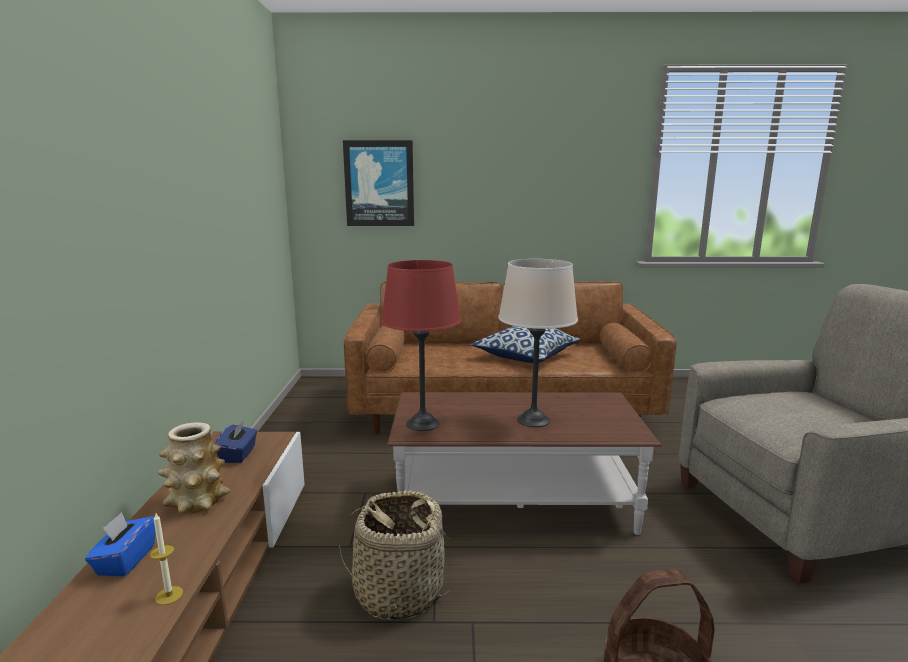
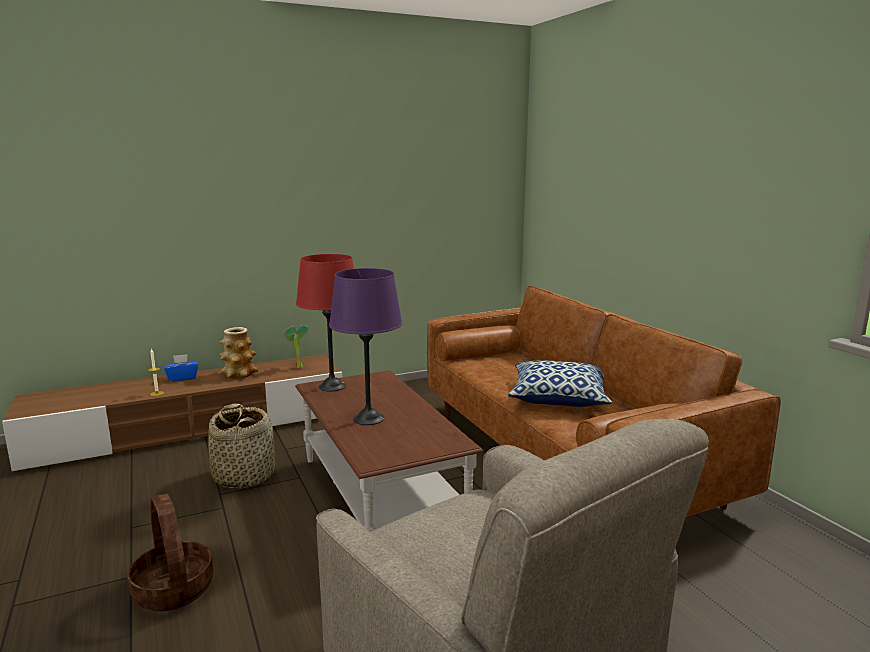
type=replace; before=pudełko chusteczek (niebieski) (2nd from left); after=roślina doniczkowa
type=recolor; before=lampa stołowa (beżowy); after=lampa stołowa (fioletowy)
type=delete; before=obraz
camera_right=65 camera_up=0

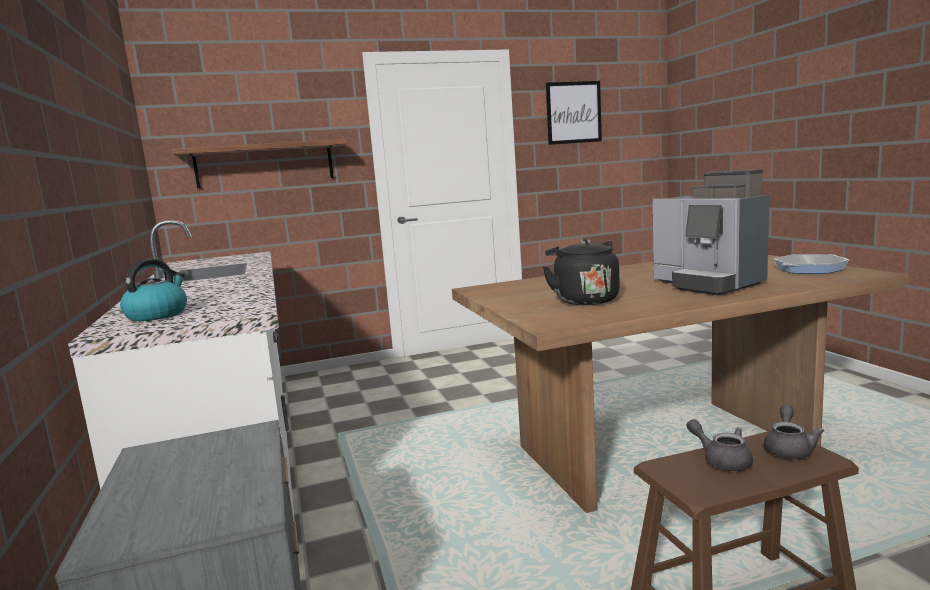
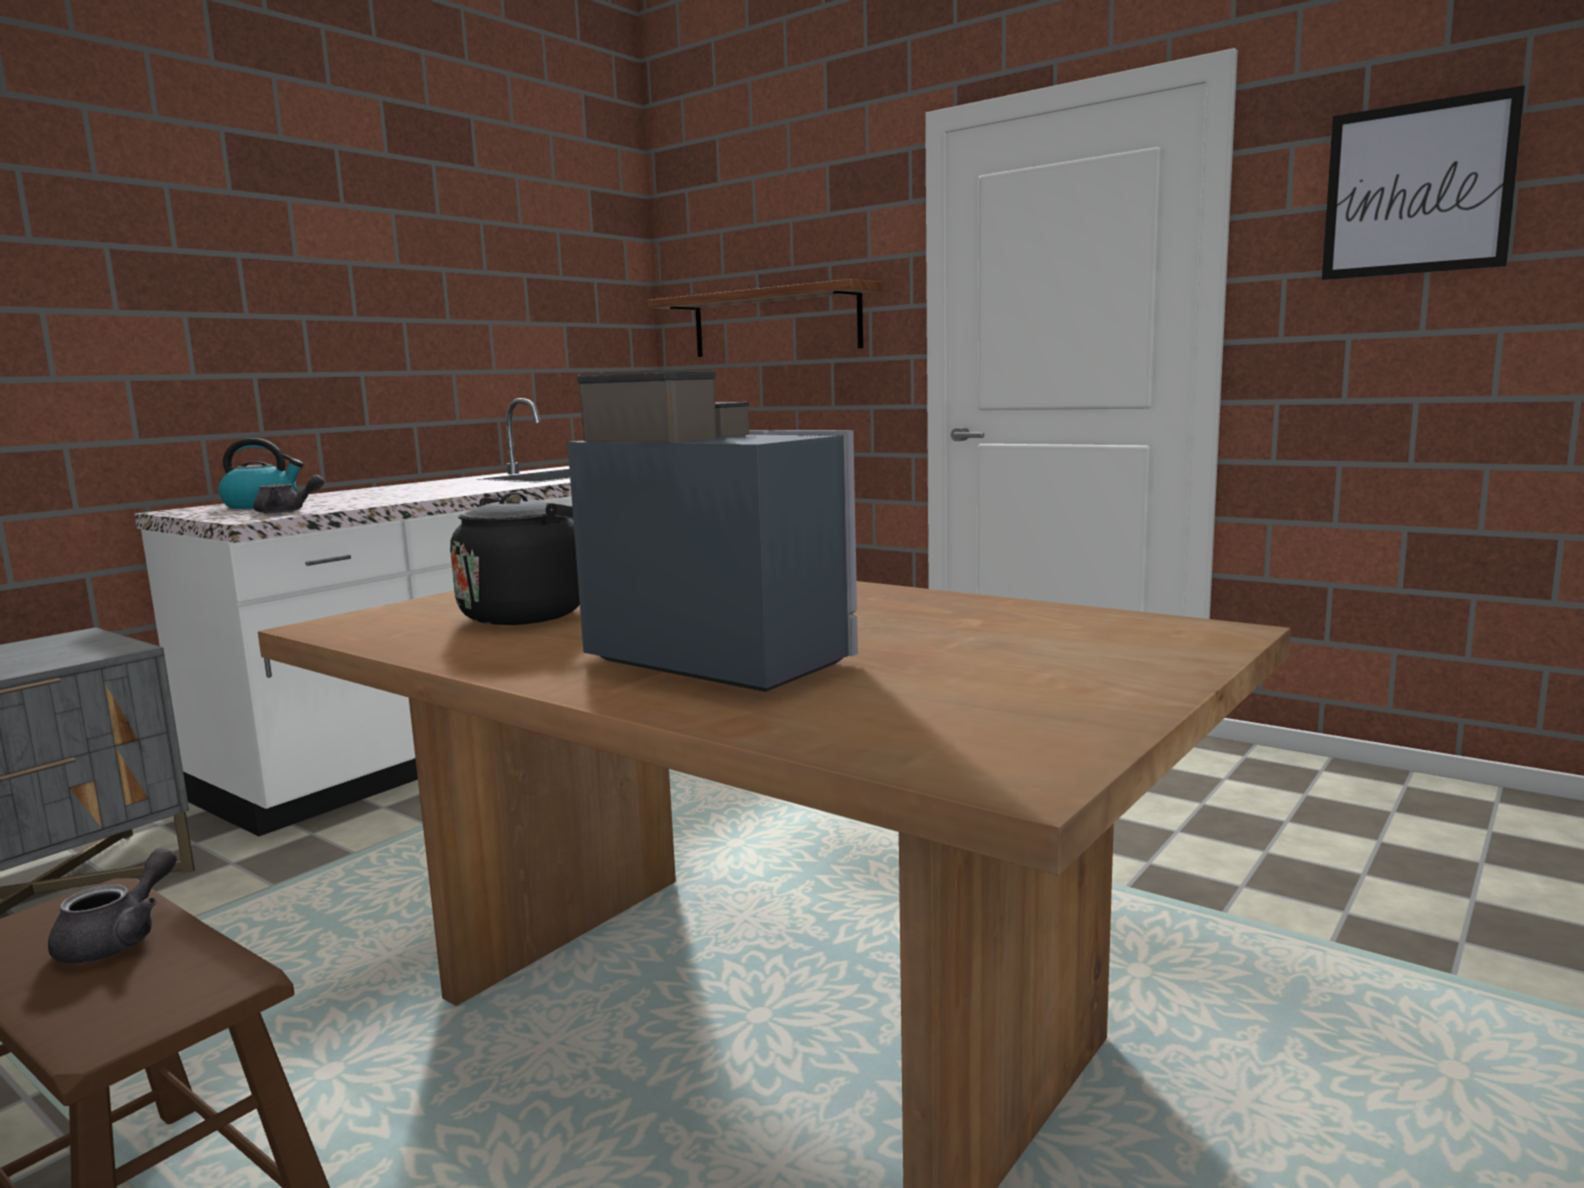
type=move; before=imbryk (szary) (2nd from left)
type=rotate; before=ekspres do kawy; turn=105
type=delete; before=patelnia
camera_right=55 camera_up=0

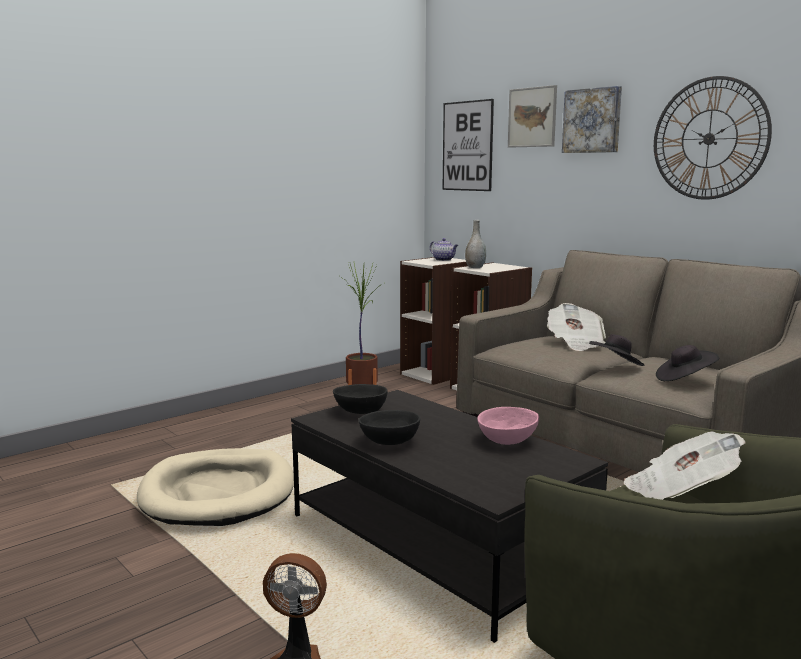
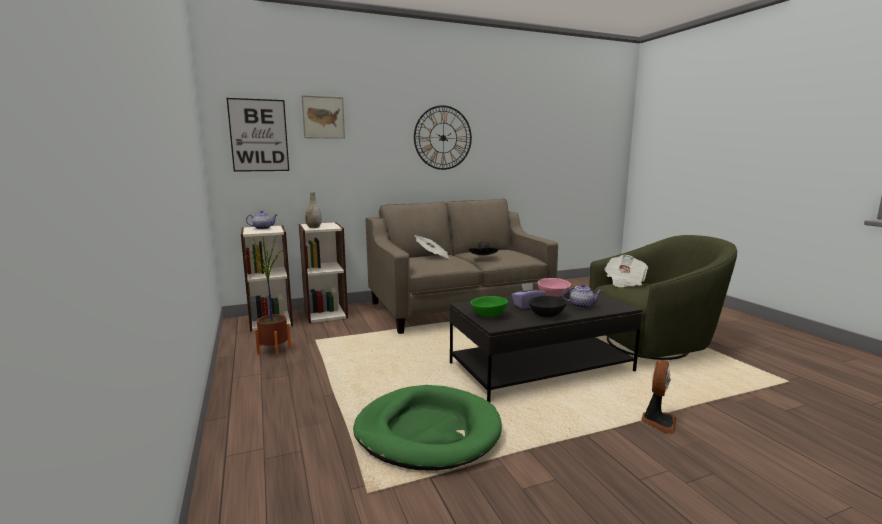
type=recolor; before=legowisko (beżowy); after=legowisko (zielony)
type=recolor; before=miska (czarny) (1st from left); after=miska (zielony)
type=insert; after=pudełko chusteczek (fioletowy)
type=insert; after=imbryk (2nd from left)
type=delete; before=obraz (3rd from left)
type=delete; before=kapelusz (czarny) (2nd from left)
camera_right=-70 camera_up=0

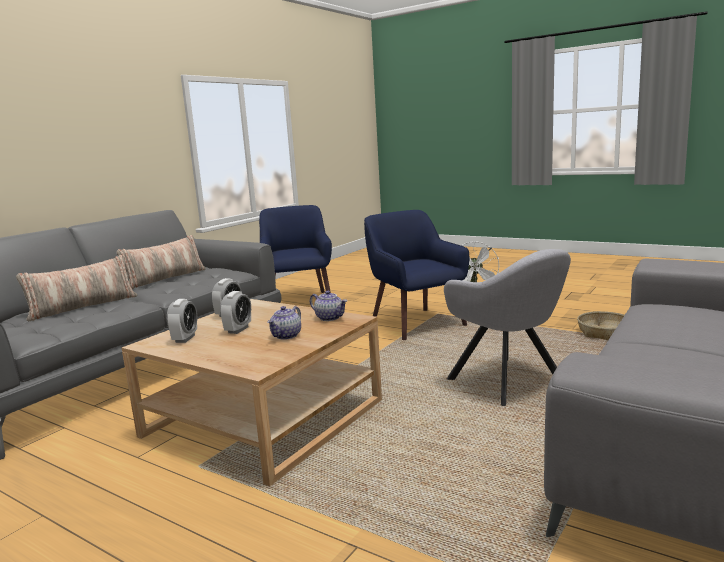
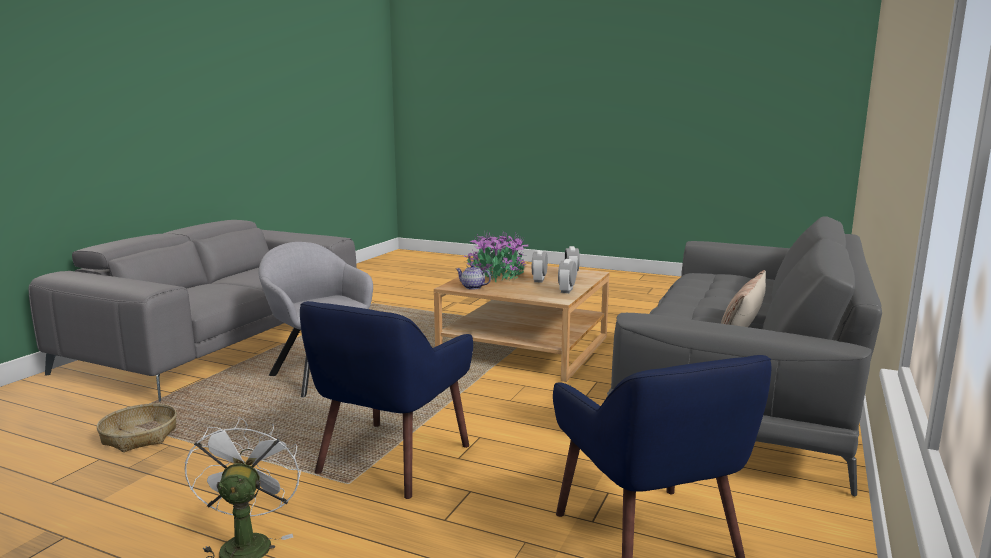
type=rotate; before=fotel (niebieski) (2nd from left in the first image); turn=60
type=replace; before=imbryk (1st from left); after=roślina doniczkowa
type=delete; before=poduszka (1st from left)
camera_right=170 camera_up=0

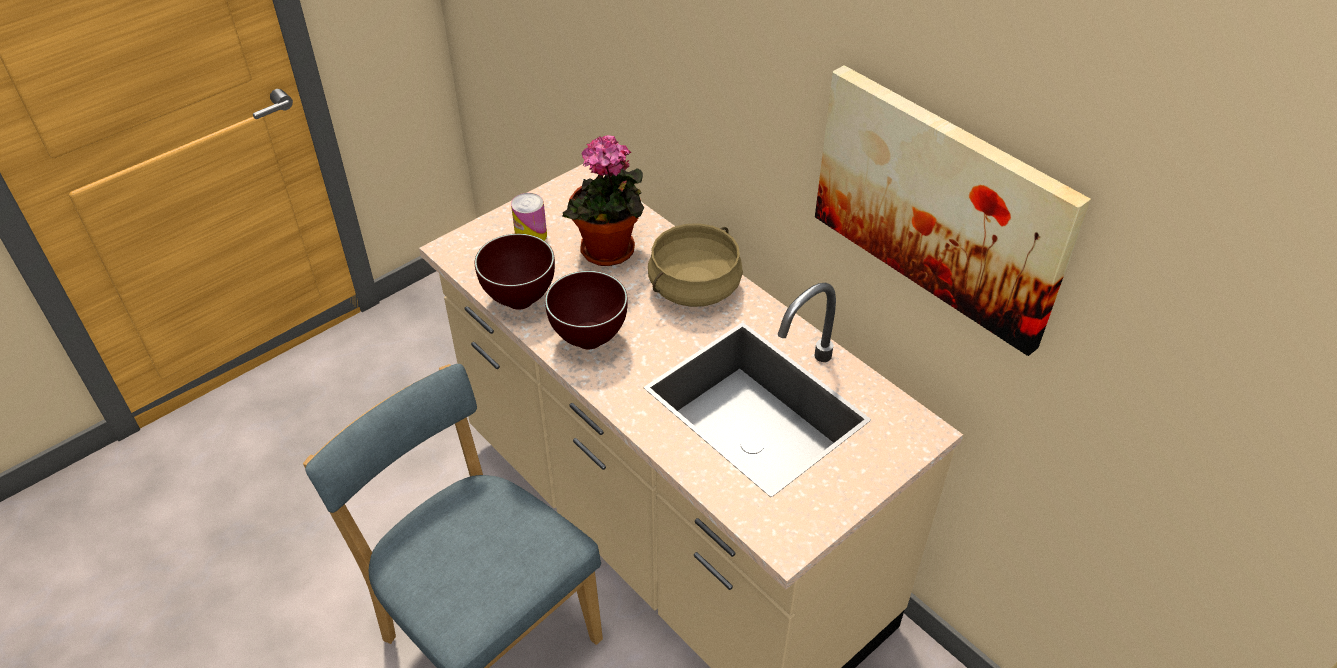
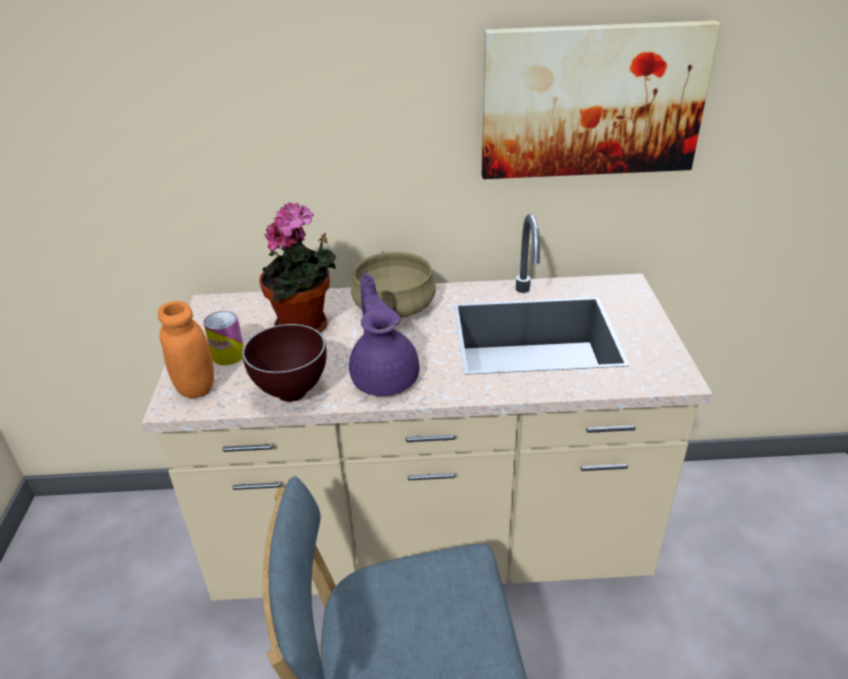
type=insert; after=słoik (pomarańczowy)
type=replace; before=miska (brązowy) (2nd from left); after=imbryk (fioletowy)
camera_right=-50 camera_up=-10

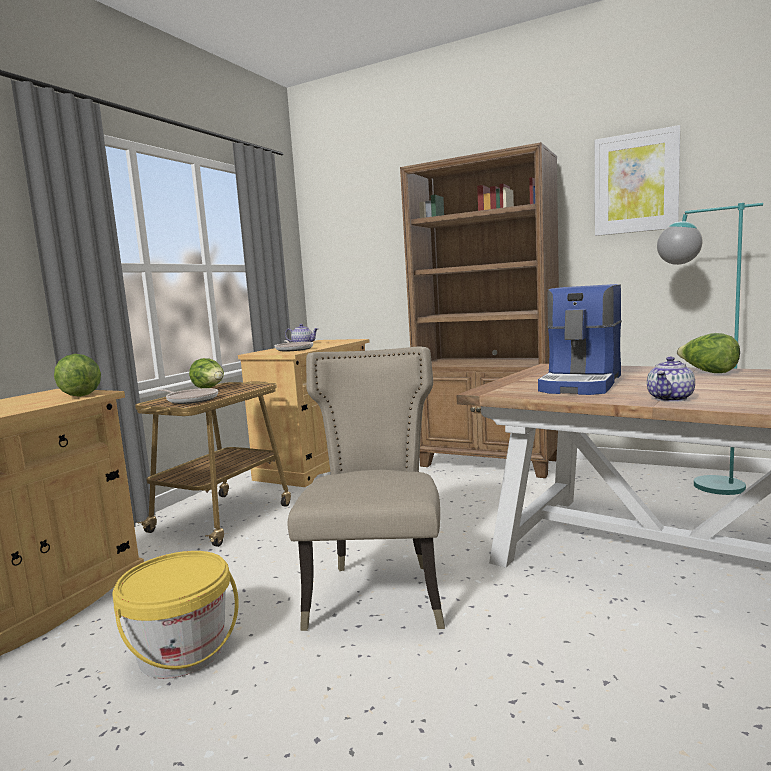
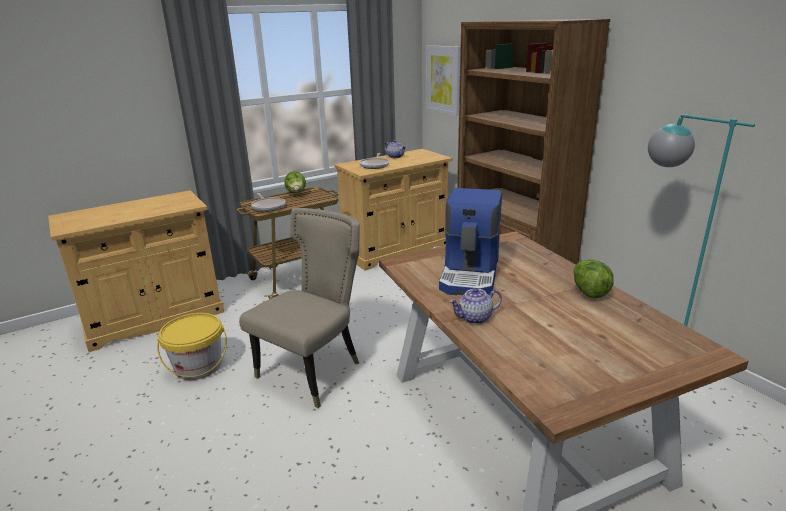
type=move; before=obraz
type=rotate; before=ekspres do kawy; turn=-45
type=delete; before=sałata (1st from left)
camera_right=30 camera_up=15

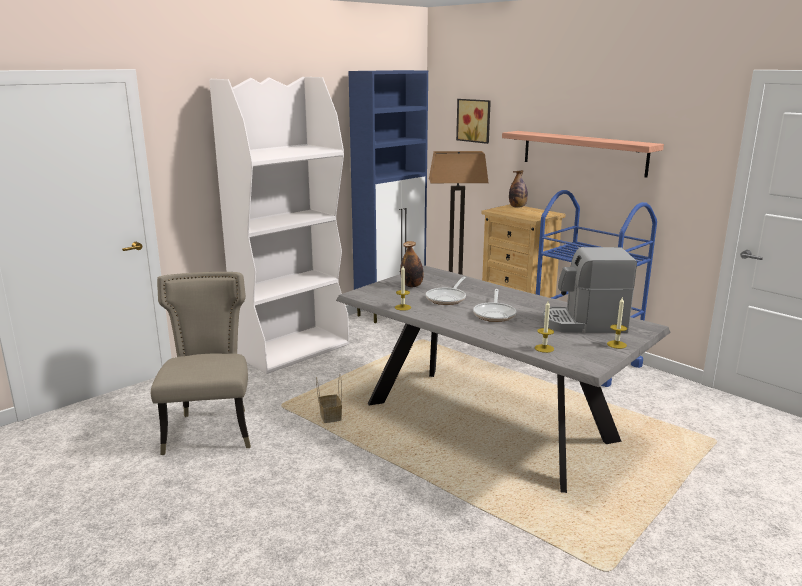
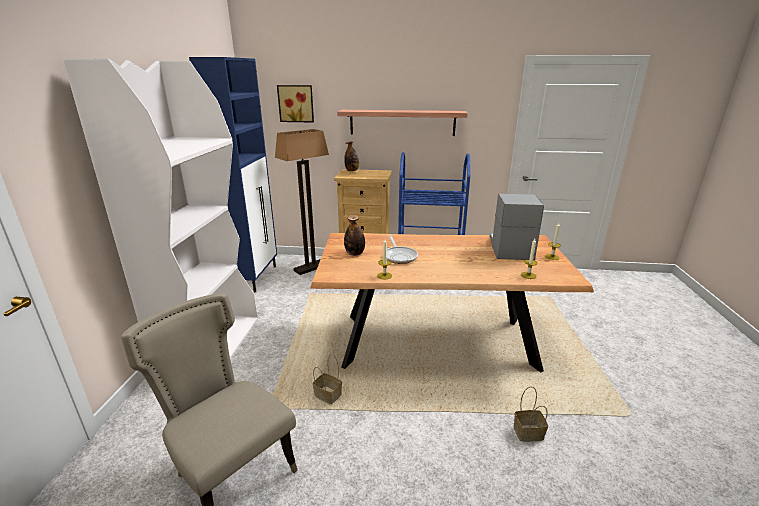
type=recolor; before=stół jadalny (szary); after=stół jadalny (brązowy)
type=rotate; before=ekspres do kawy; turn=135
type=insert; after=koszyk (2nd from left)
type=delete; before=patelnia (2nd from left)
camera_right=-40 camera_up=5

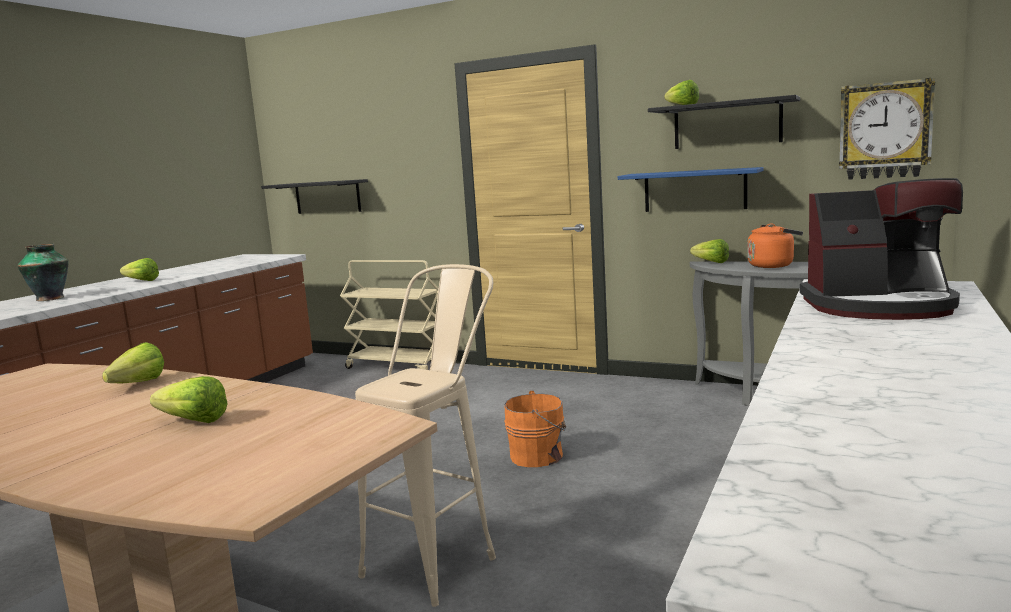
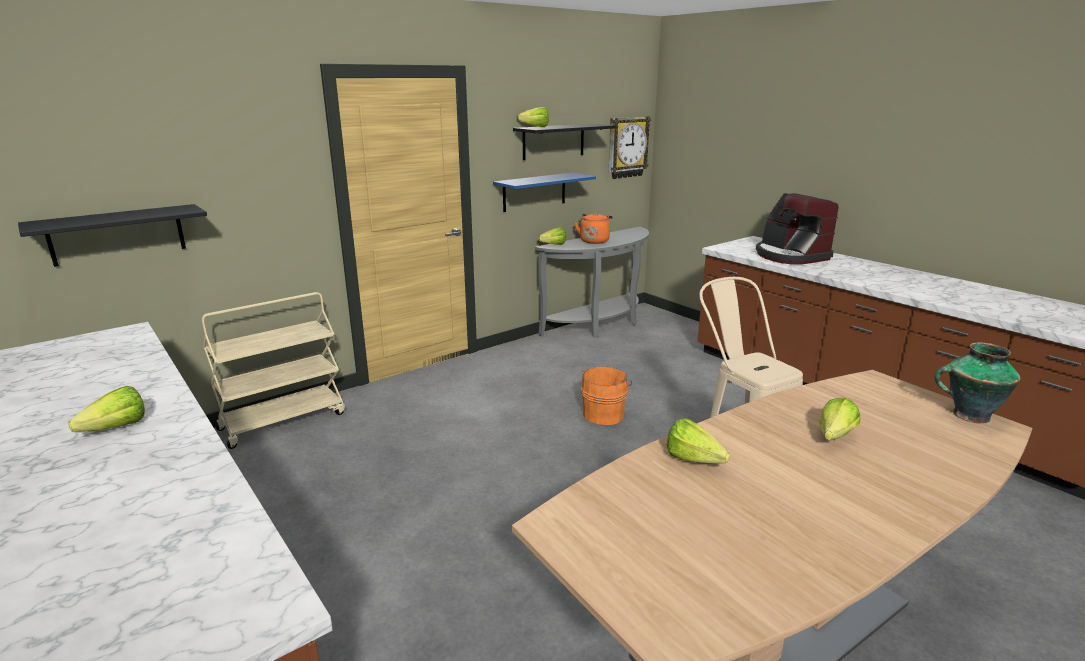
type=rotate; before=ekspres do kawy; turn=120
type=move; before=wazon
camera_right=-65 camera_up=10

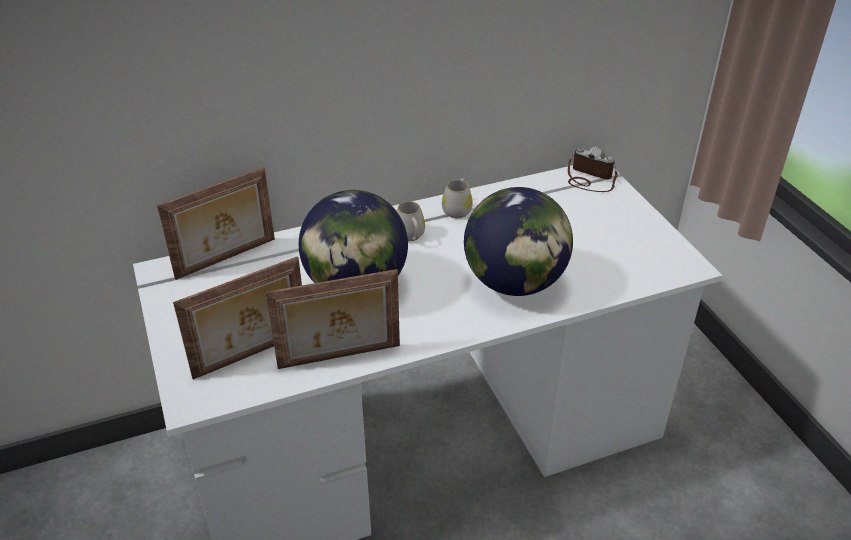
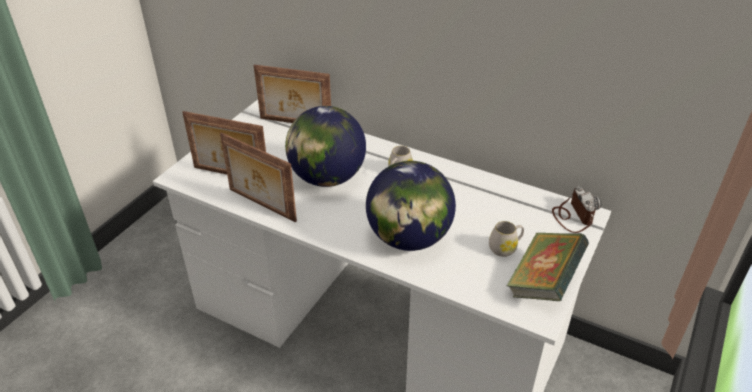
type=move; before=kubek (biały) (2nd from left)
type=insert; after=książka
camera_right=50 camera_up=0

